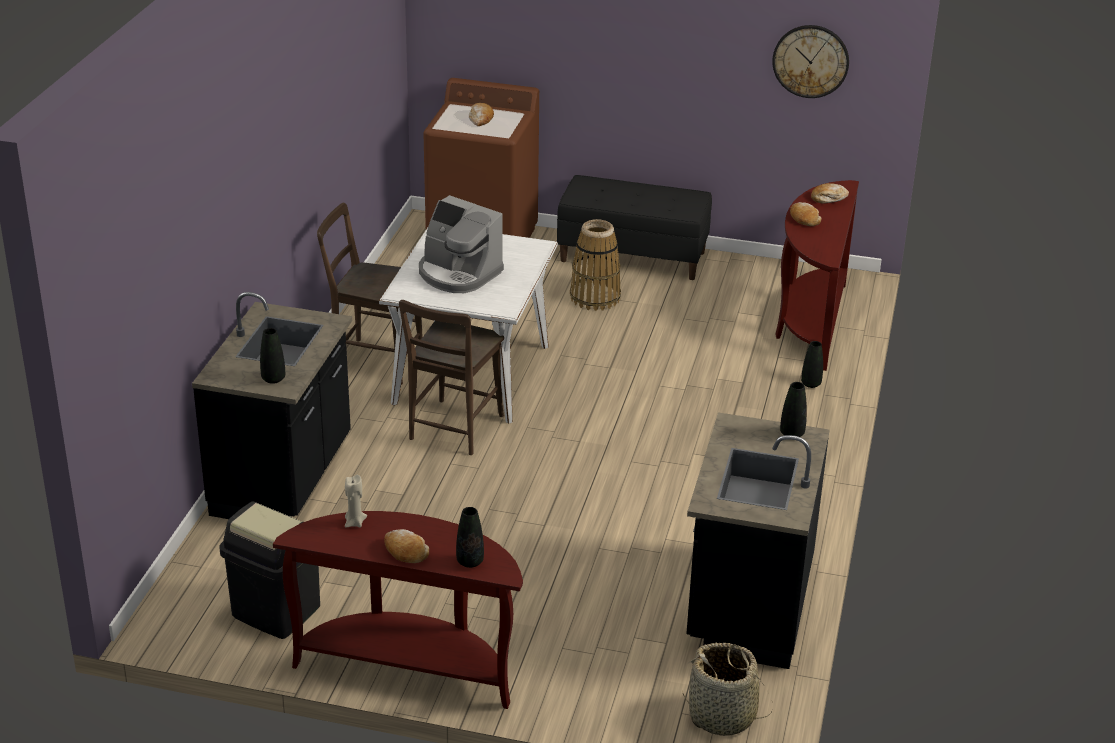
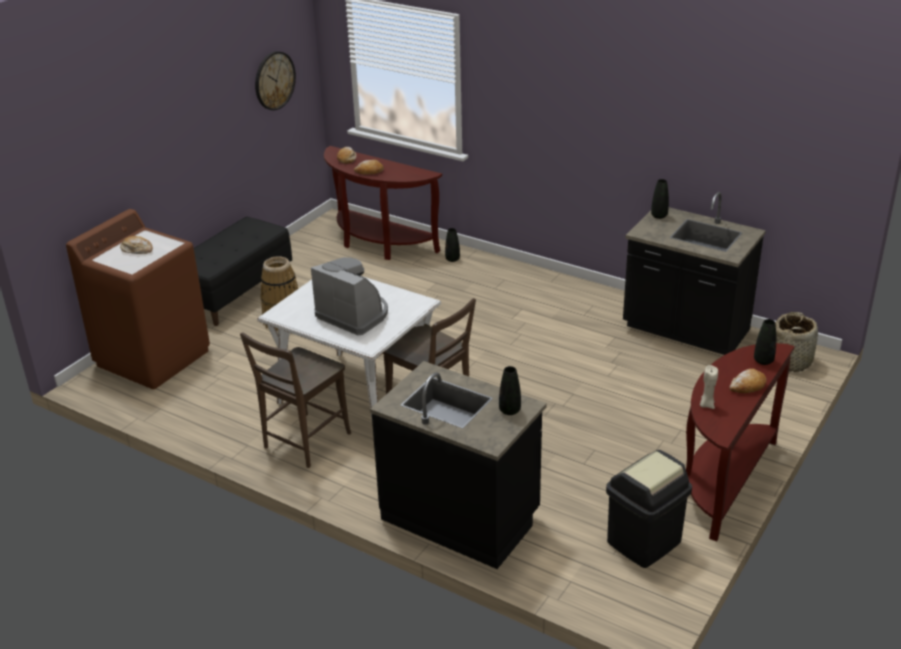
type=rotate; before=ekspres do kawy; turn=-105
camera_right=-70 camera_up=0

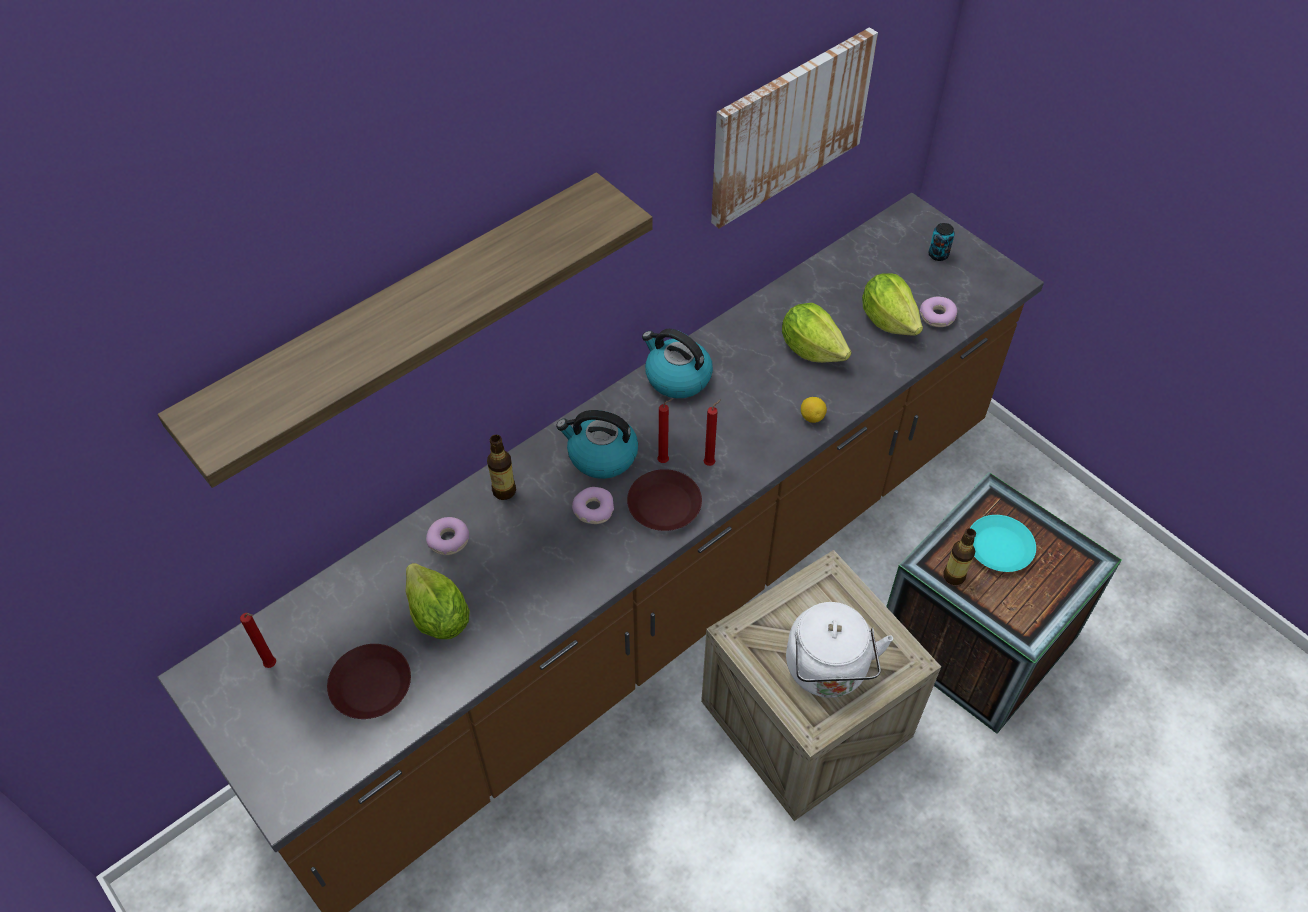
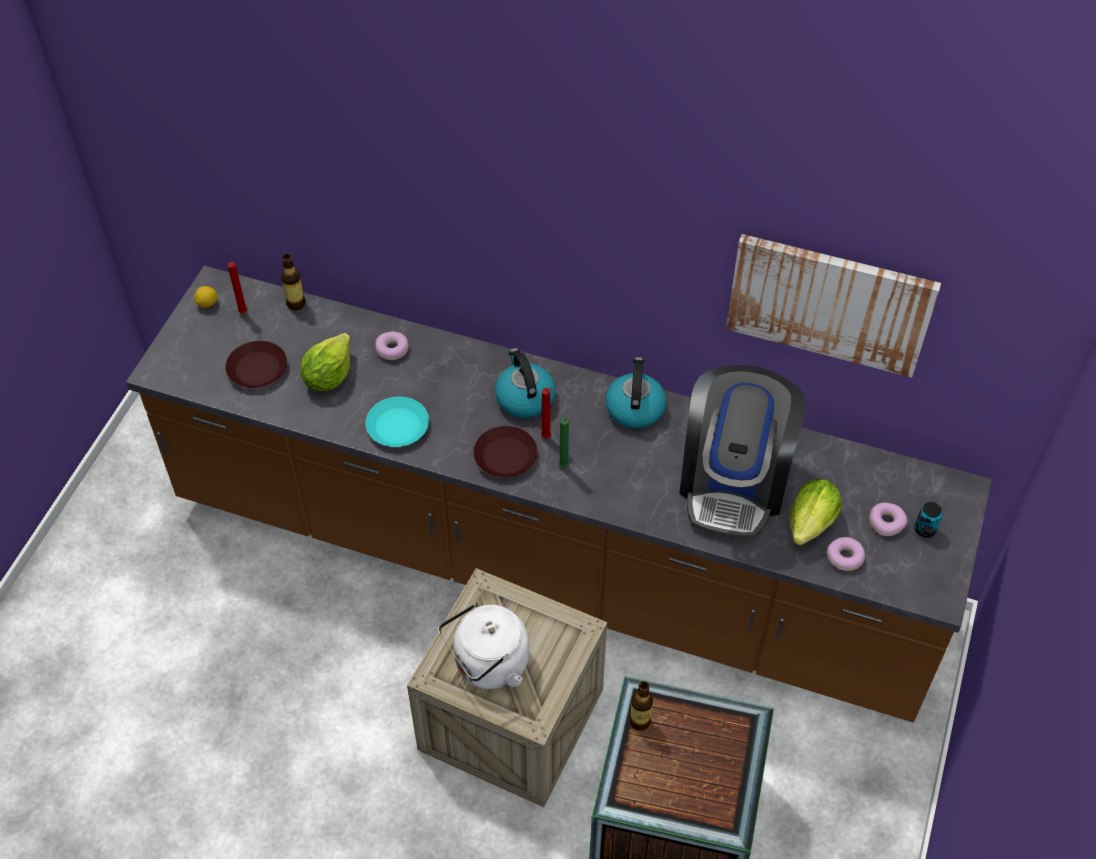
type=move; before=cytryna
type=move; before=butelka (1st from left)
type=move; before=talerz (turkusowy)
type=recolor; before=świeca (czerwony) (3rd from left); after=świeca (zielony)
type=replace; before=sałata (2nd from left); after=ekspres do kawy
type=move; before=donut (2nd from left in the first image); after=donut (3rd from left)
type=delete; before=półka
camera_right=60 camera_up=0

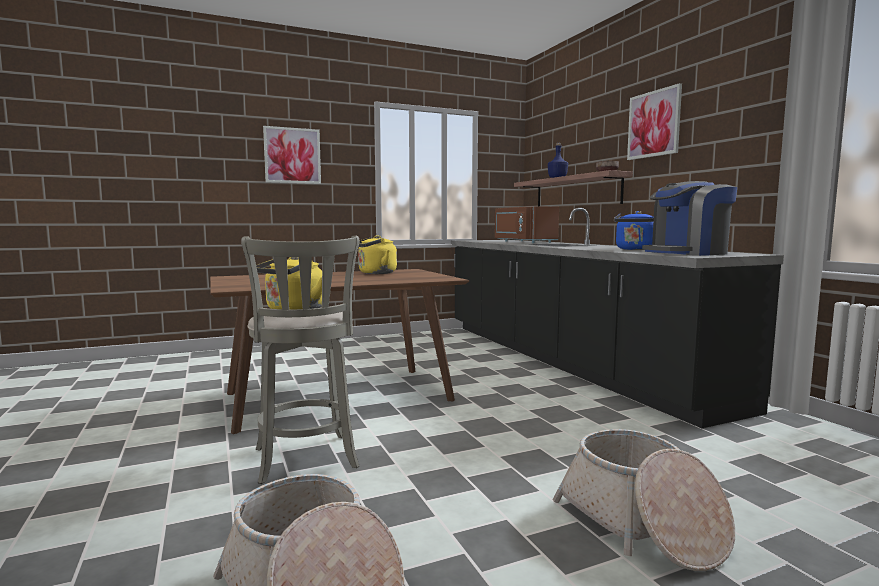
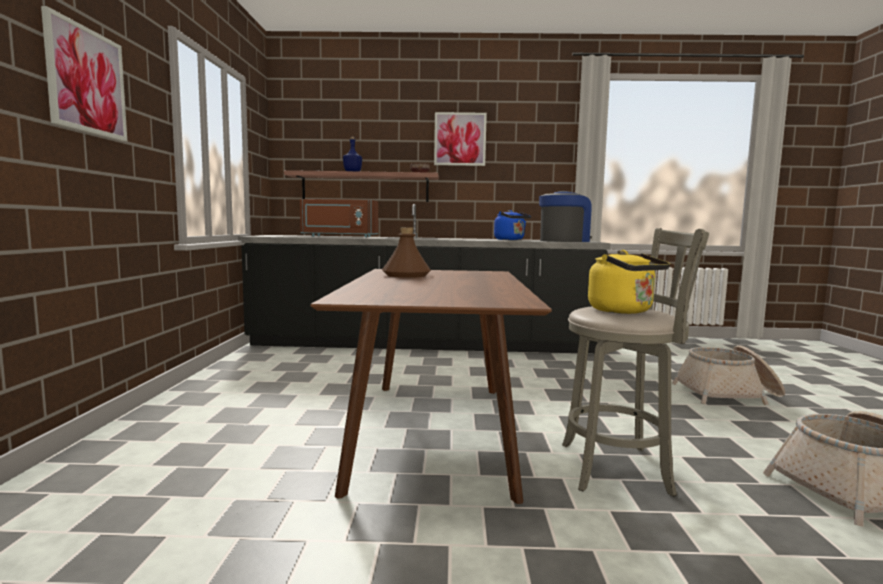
type=replace; before=czajnik (żółty) (2nd from left); after=butelka (brązowy)
type=rotate; before=ekspres do kawy; turn=-135
camera_right=-65 camera_up=0

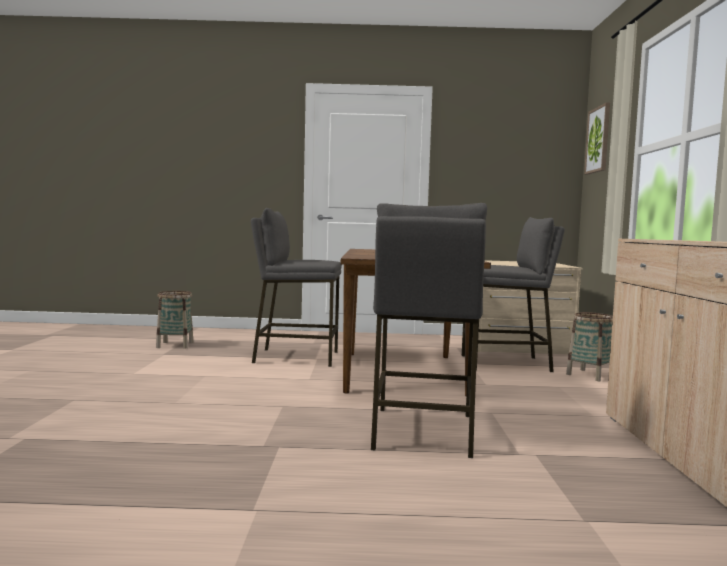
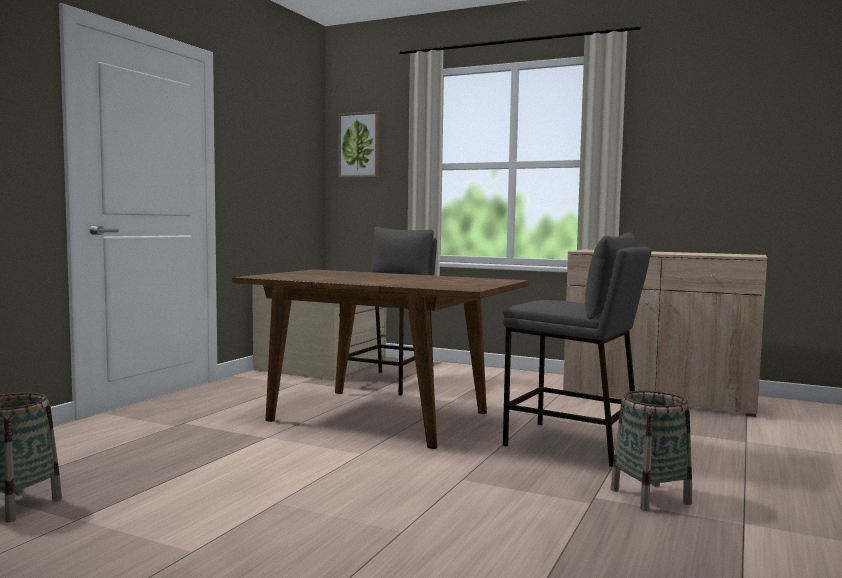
type=move; before=koszyk (2nd from left)
type=delete; before=stołek (szary) (1st from left)
camera_right=-65 camera_up=0

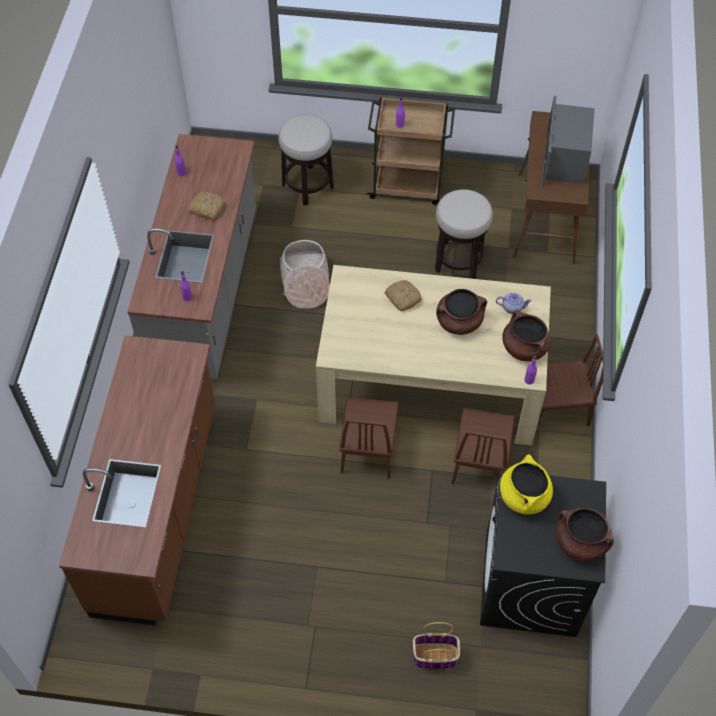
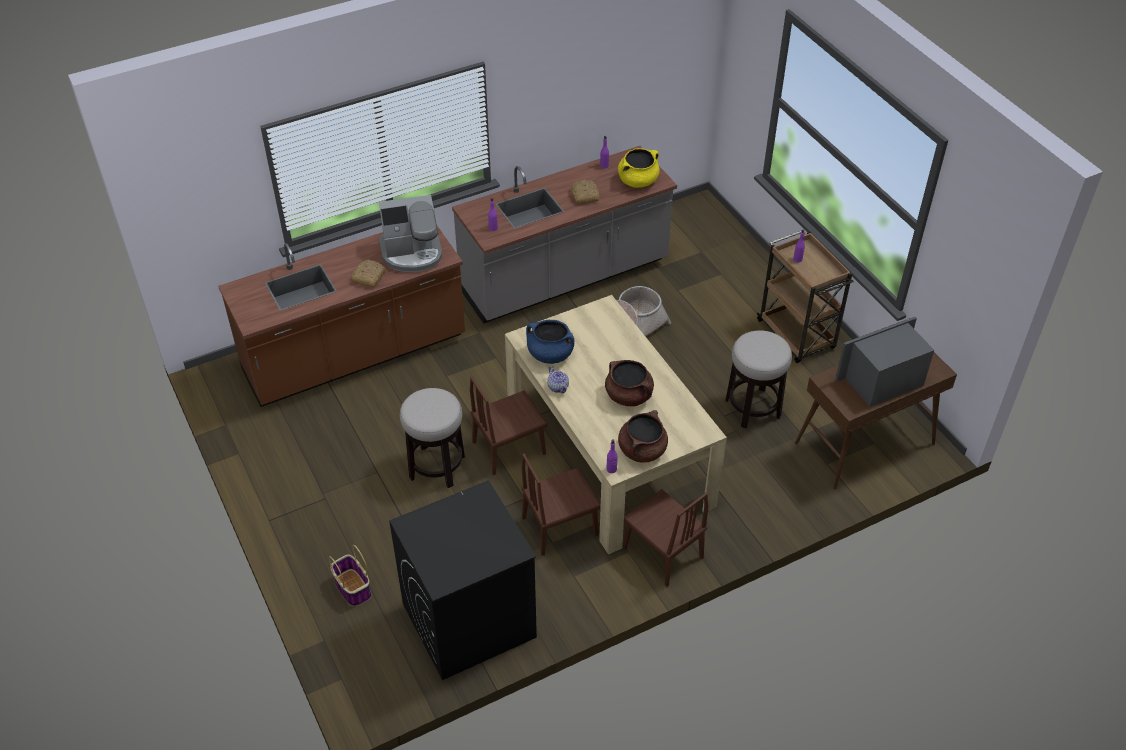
type=move; before=chleb (2nd from left in the first image); after=chleb (1st from left)
type=insert; after=ekspres do kawy
type=move; before=stołek (1st from left)
type=insert; after=garnek (niebieski)
type=move; before=imbryk
type=move; before=garnek (żółty)
type=delete; before=garnek (brązowy) (3rd from left)
camera_right=55 camera_up=-10

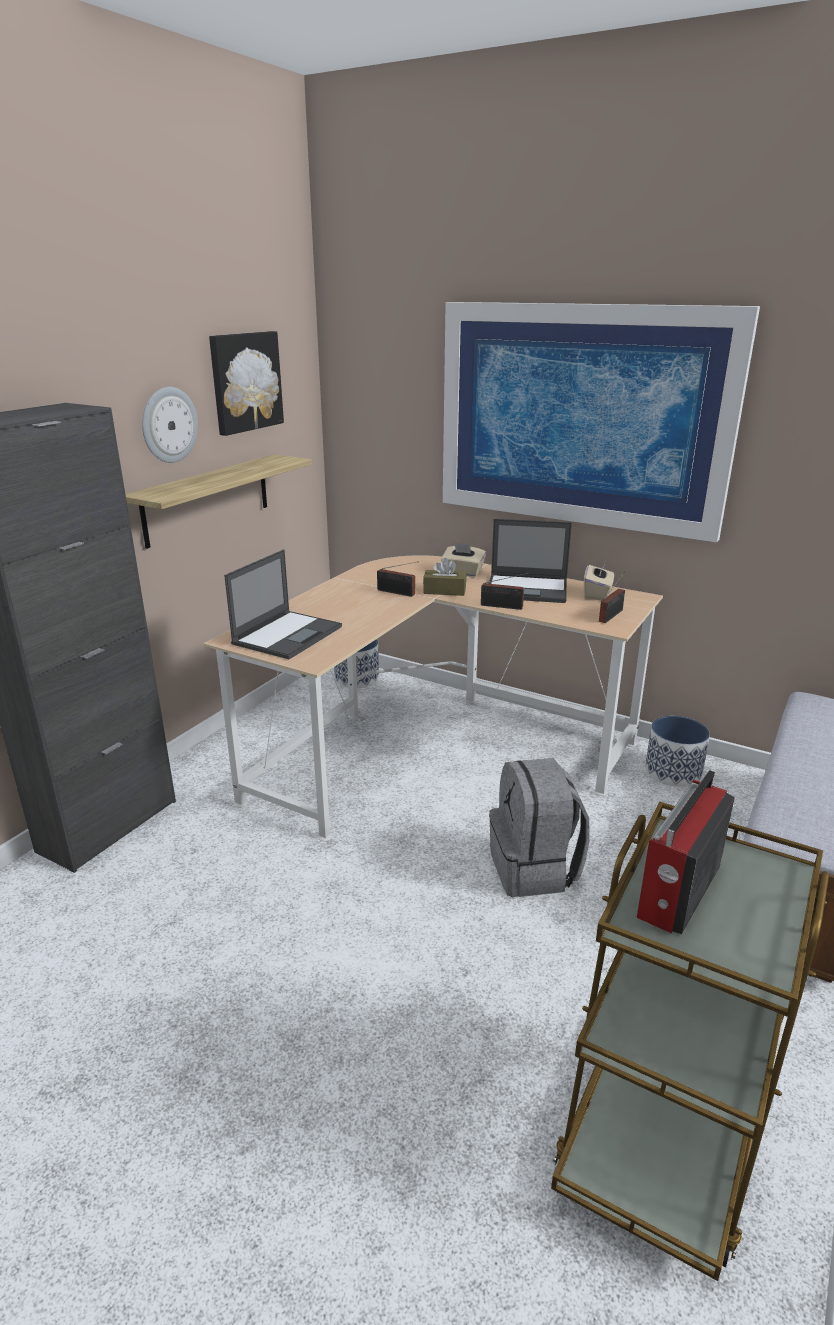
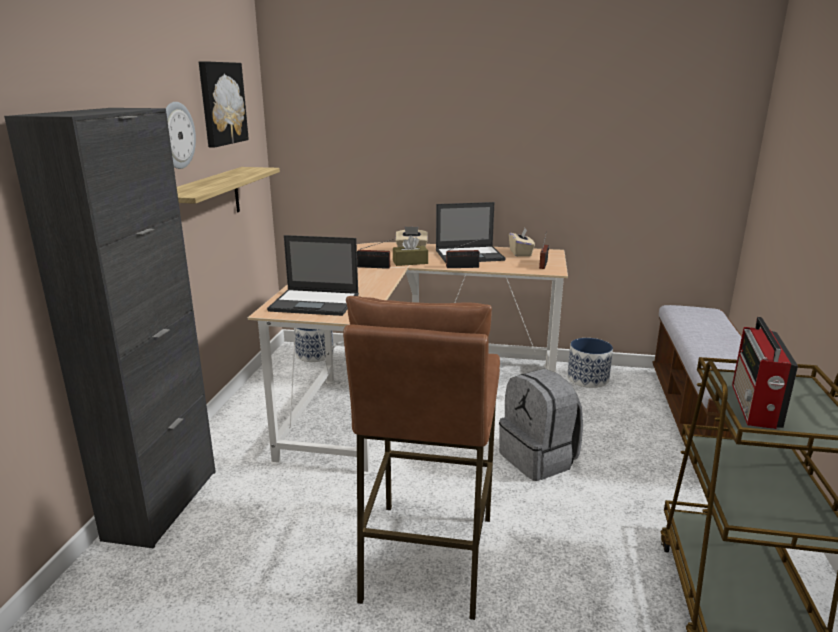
type=rotate; before=laptop (1st from left); turn=90
type=insert; after=stołek (brązowy)
type=delete; before=obraz (2nd from left)
camera_right=-20 camera_up=-5

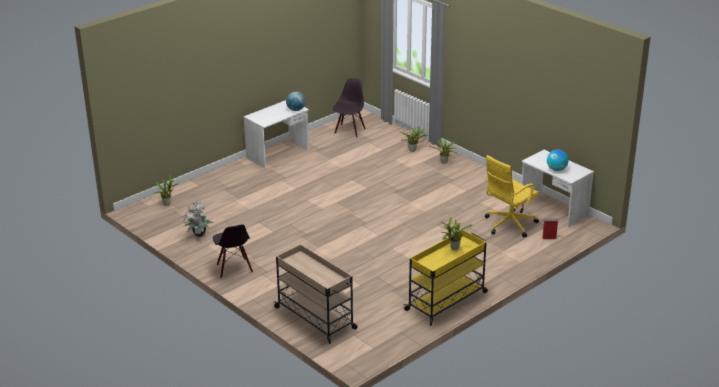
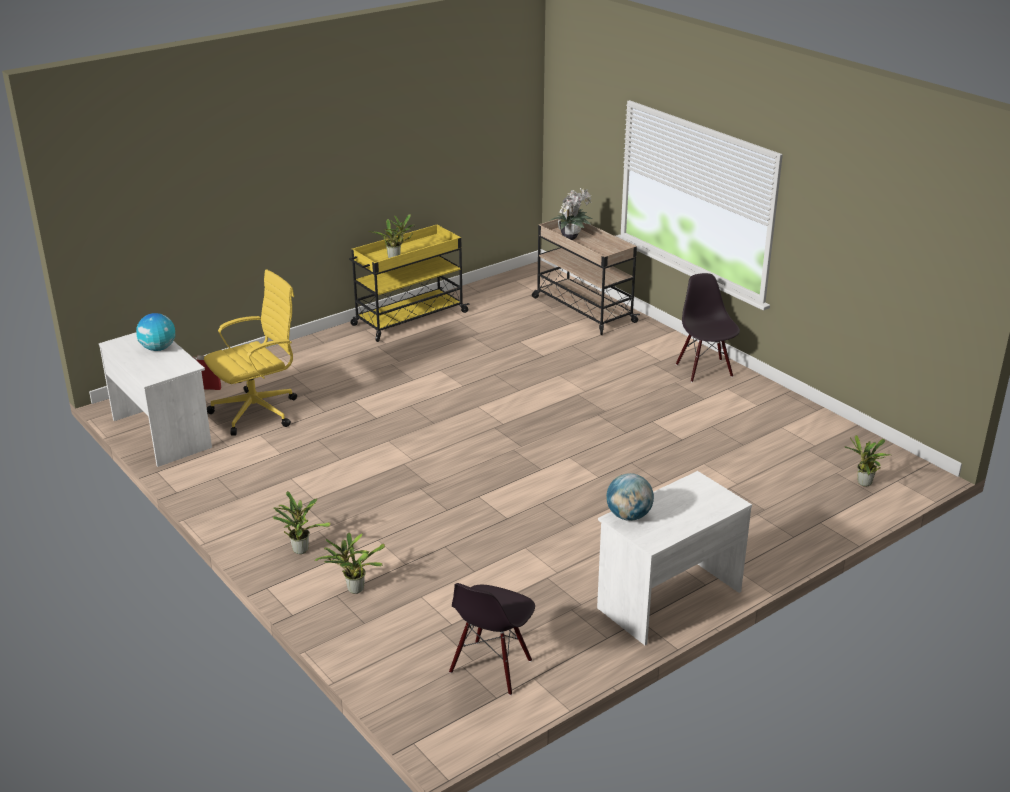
type=move; before=roślina doniczkowa (2nd from left in the first image); after=roślina doniczkowa (4th from left)
camera_right=-175 camera_up=0

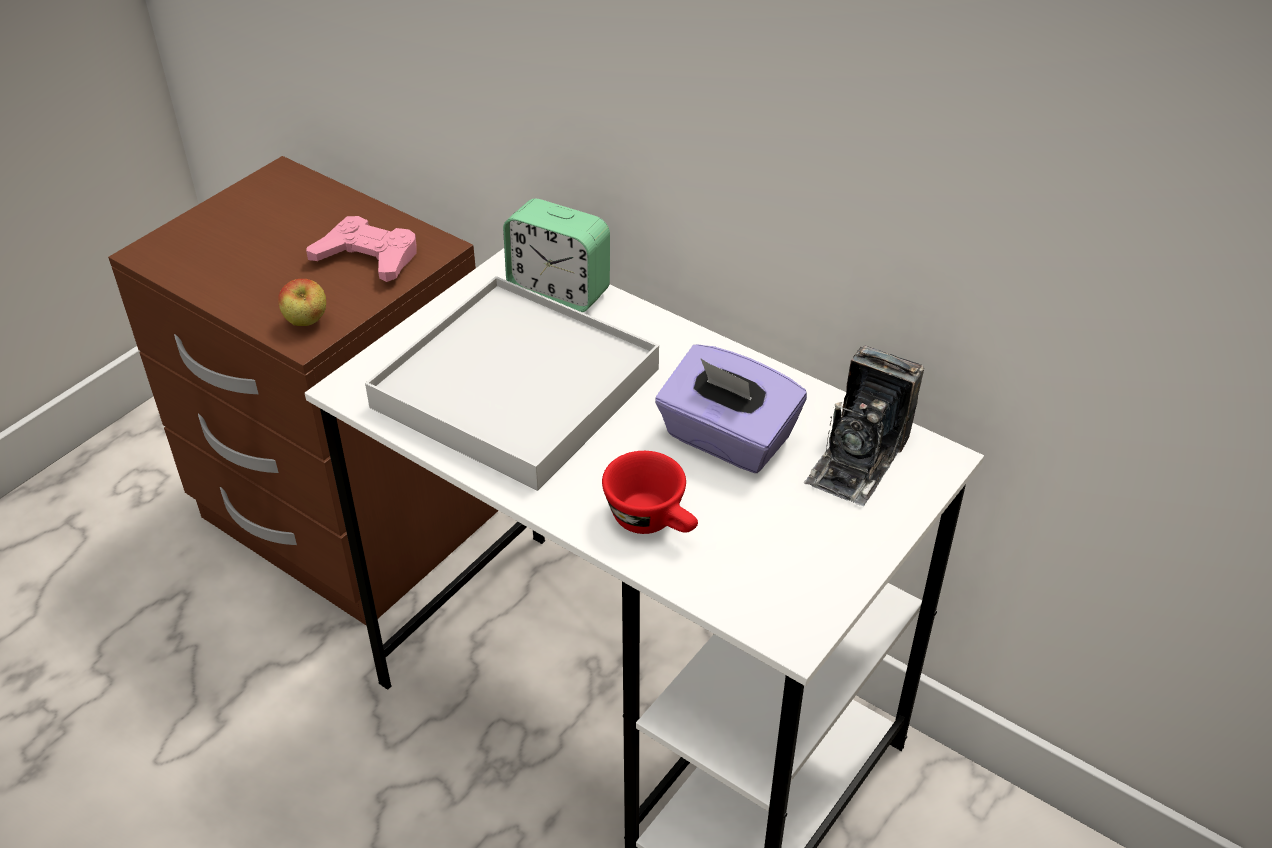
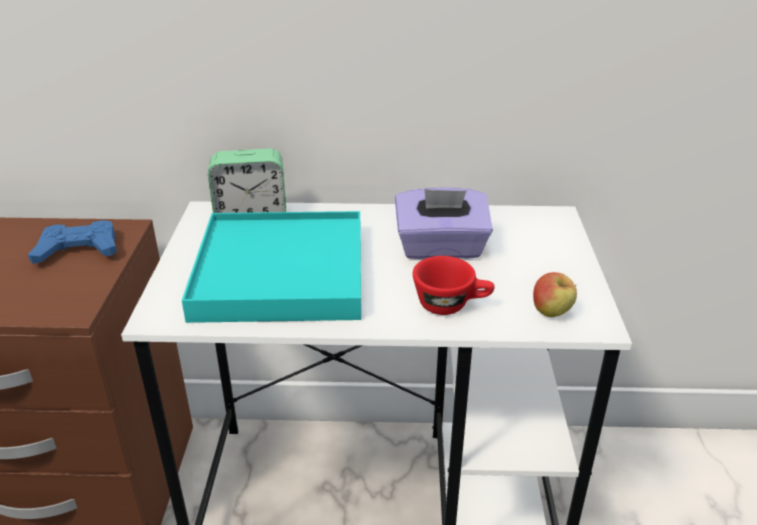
type=recolor; before=pad do gier (różowy); after=pad do gier (niebieski)
type=recolor; before=taca (biały); after=taca (turkusowy)
type=move; before=jabłko
type=delete; before=aparat fotograficzny
camera_right=-35 camera_up=-10

